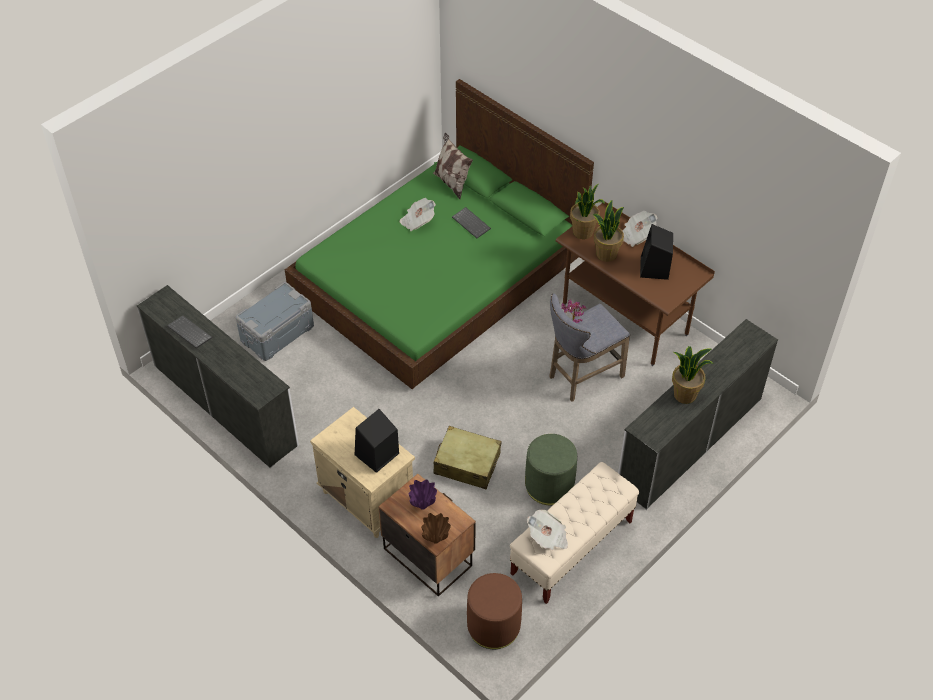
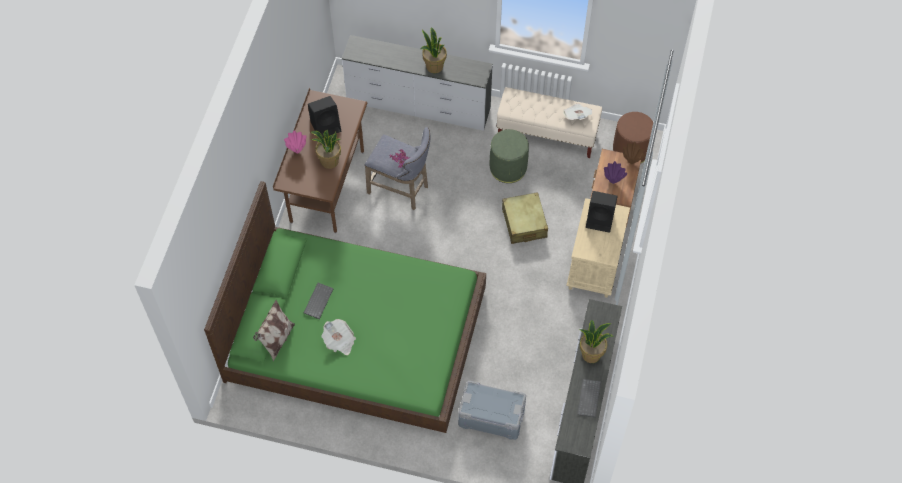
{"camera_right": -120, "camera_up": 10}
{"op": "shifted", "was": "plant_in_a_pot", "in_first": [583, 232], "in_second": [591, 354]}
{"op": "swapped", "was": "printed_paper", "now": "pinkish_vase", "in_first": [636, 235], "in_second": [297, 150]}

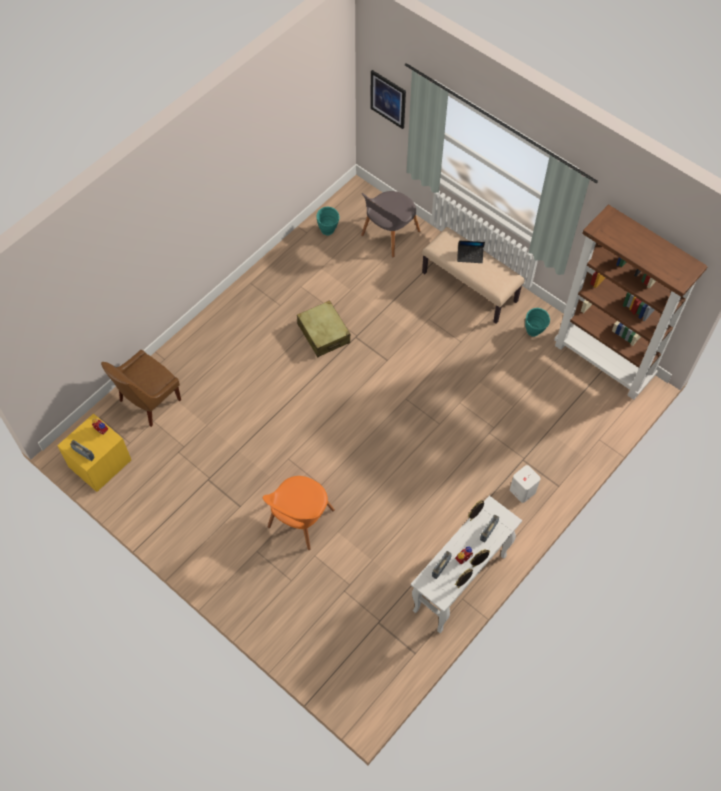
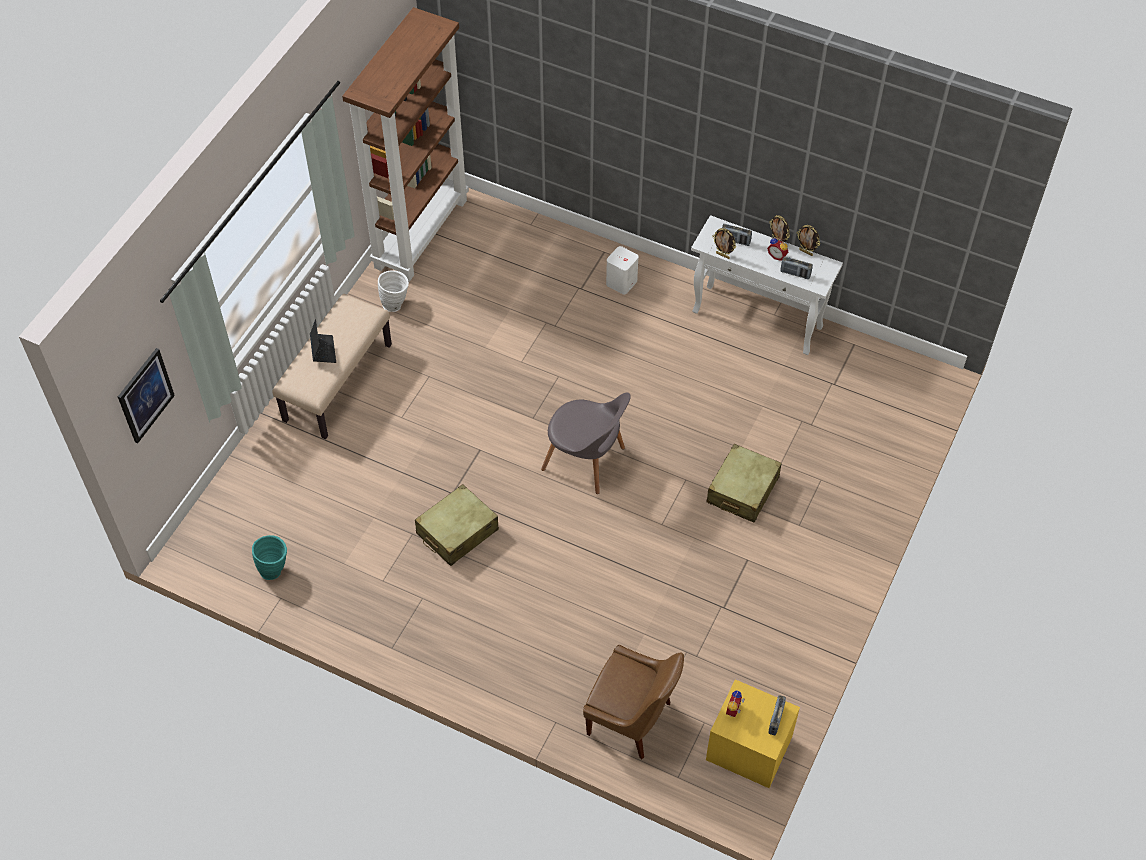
{"camera_right": -105, "camera_up": -5}
{"op": "swapped", "was": "orange-coloured_upright_chair", "now": "beige-coloured_travel_case", "in_first": [299, 521], "in_second": [742, 490]}
{"op": "shifted", "was": "grey_upright_chair", "in_first": [388, 235], "in_second": [586, 461]}
{"op": "repainted", "was": "blue-green_vase", "now": "whitish_vase", "in_first": [534, 333], "in_second": [396, 304]}

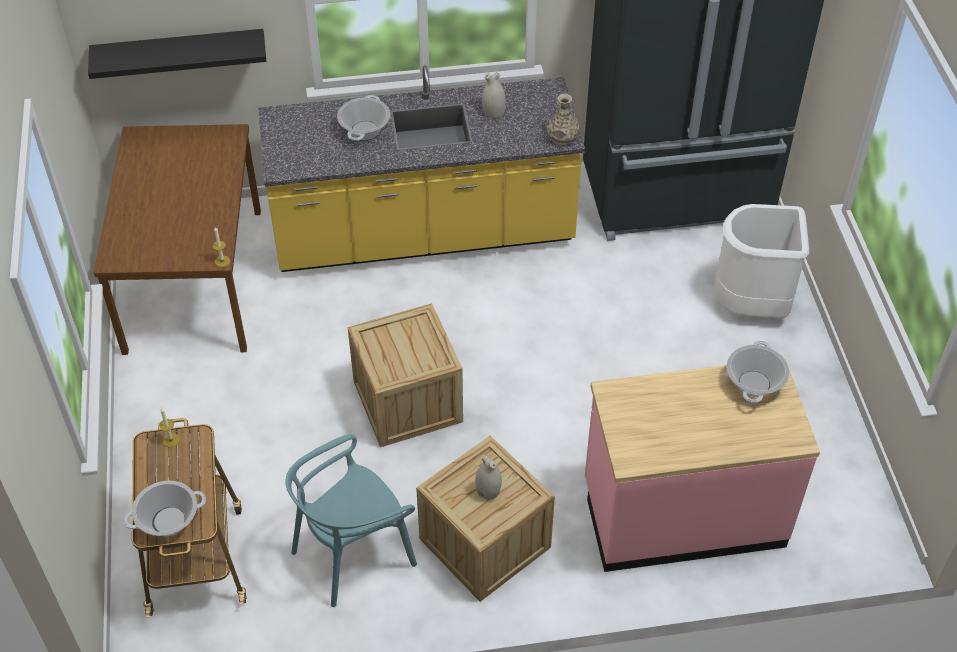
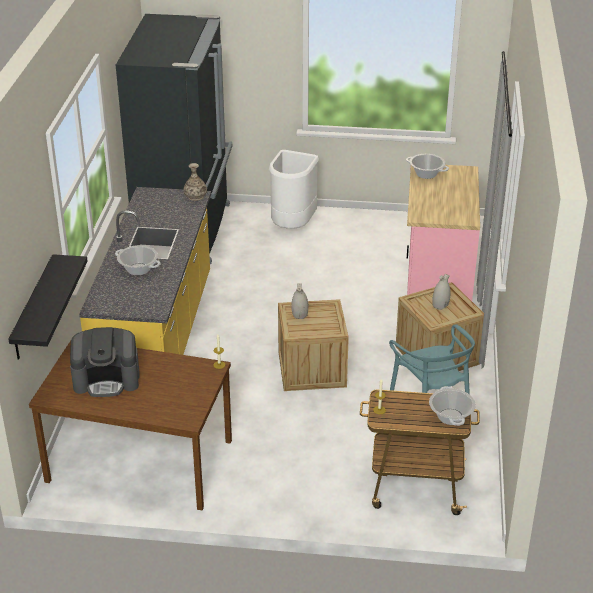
{"camera_right": -75, "camera_up": -15}
{"op": "shifted", "was": "whitish_vase", "in_first": [493, 112], "in_second": [299, 315]}
{"op": "new", "now": "coffee_maker", "in_second": [107, 379]}

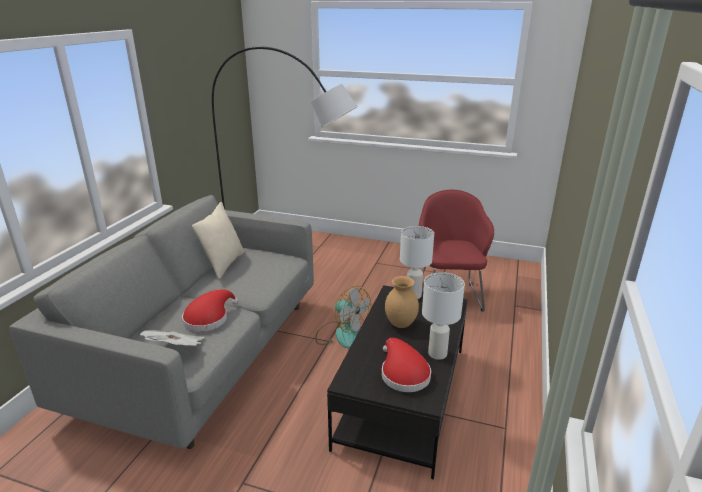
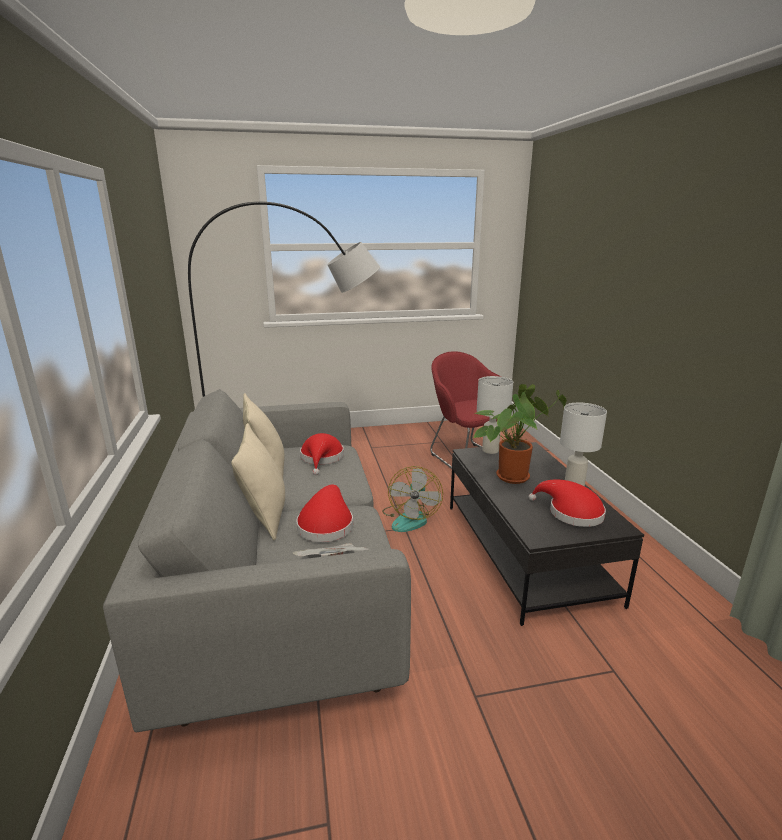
{"camera_right": -30, "camera_up": -5}
{"op": "rotated", "was": "cooling_fan", "in_first": [341, 334], "in_second": [410, 518], "clockwise": 90}
{"op": "swapped", "was": "brown-coloured_vase", "now": "plant_in_a_pot", "in_first": [401, 324], "in_second": [513, 475]}
{"op": "new", "now": "beige-coloured_cushion", "in_second": [265, 516]}
{"op": "new", "now": "red_clothing_hat", "in_second": [322, 458]}

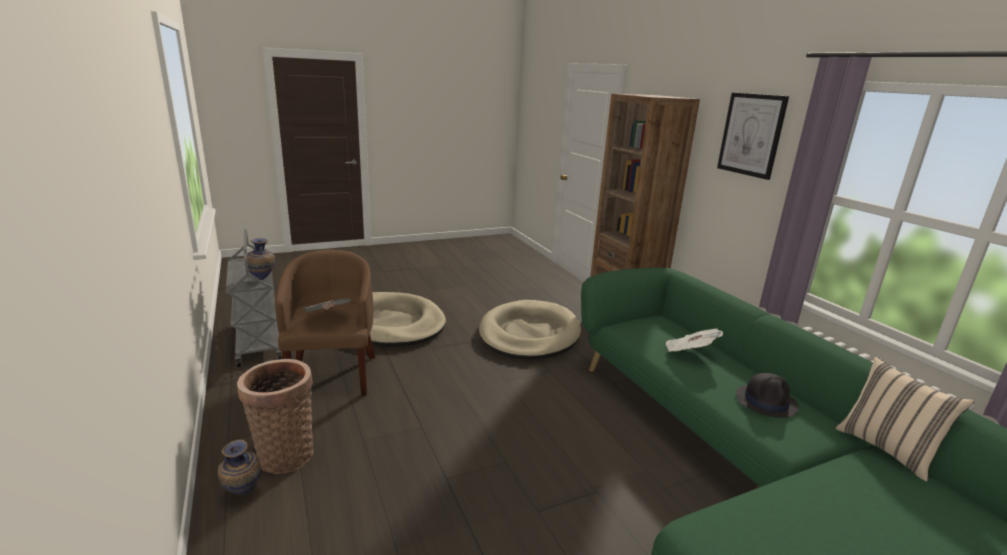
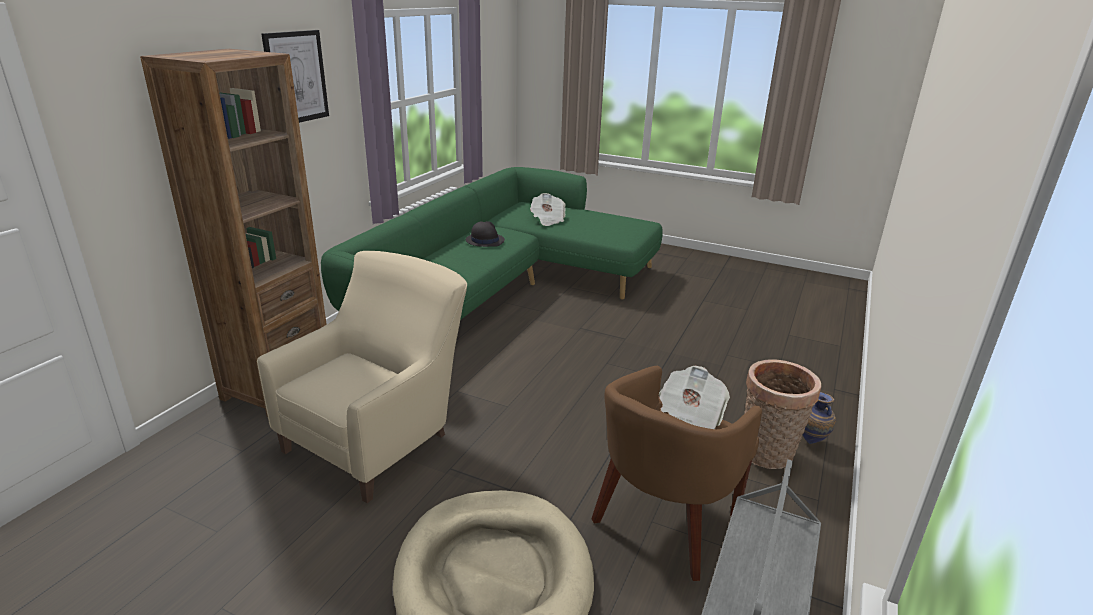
{"camera_right": -130, "camera_up": 5}
{"op": "gone", "was": "vase", "in_first": [263, 280]}
{"op": "swapped", "was": "beige-coloured_pet_bed", "now": "beige-coloured_easy_chair", "in_first": [529, 334], "in_second": [380, 437]}
{"op": "shifted", "was": "printed_paper", "in_first": [689, 352], "in_second": [547, 219]}
{"op": "gone", "was": "beige-coloured_cushion", "in_first": [887, 449]}

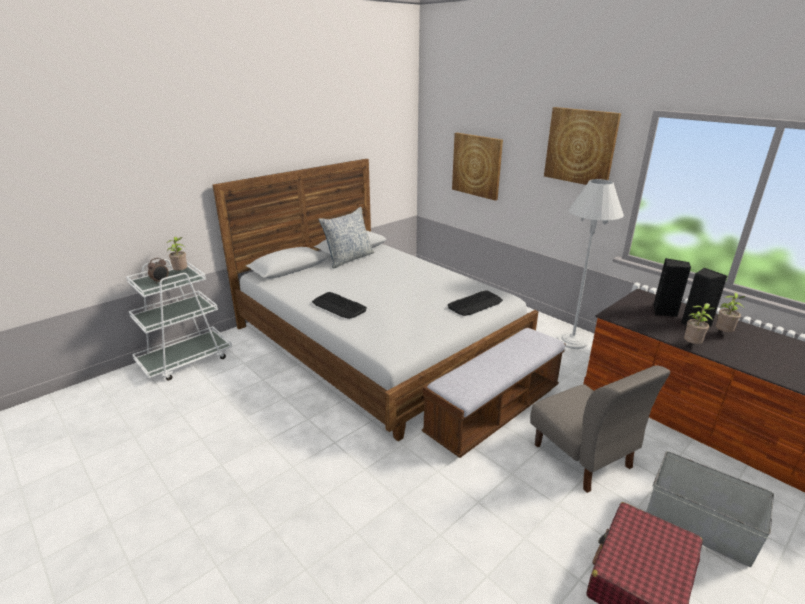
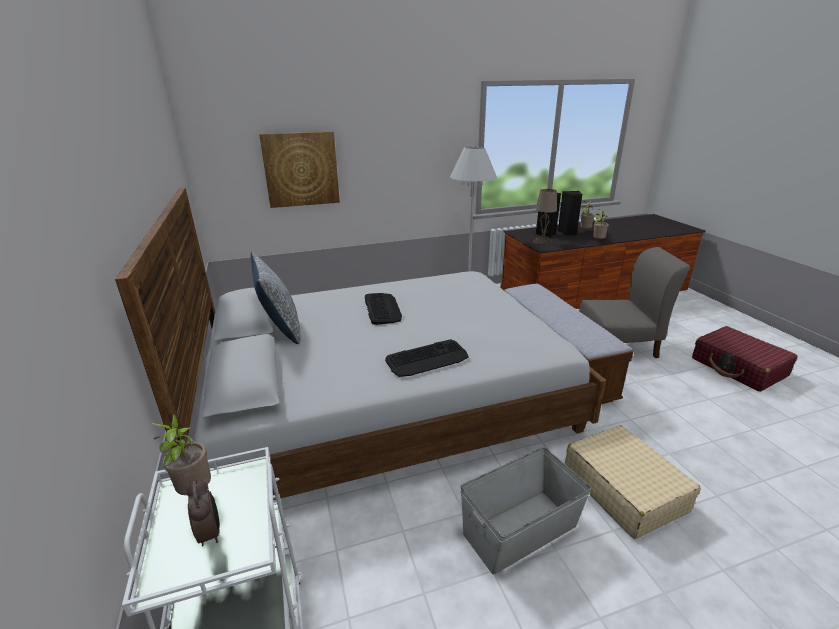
{"camera_right": -65, "camera_up": 0}
{"op": "shifted", "was": "PC_keyboard", "in_first": [475, 304], "in_second": [382, 308]}
{"op": "gone", "was": "wall_picture", "in_first": [580, 146]}
{"op": "shifted", "was": "grey_storage_bin", "in_first": [699, 526], "in_second": [521, 530]}
{"op": "new", "now": "beige-coloured_lamp_for_a_table", "in_second": [543, 241]}
{"op": "new", "now": "beige-coloured_travel_case", "in_second": [623, 489]}

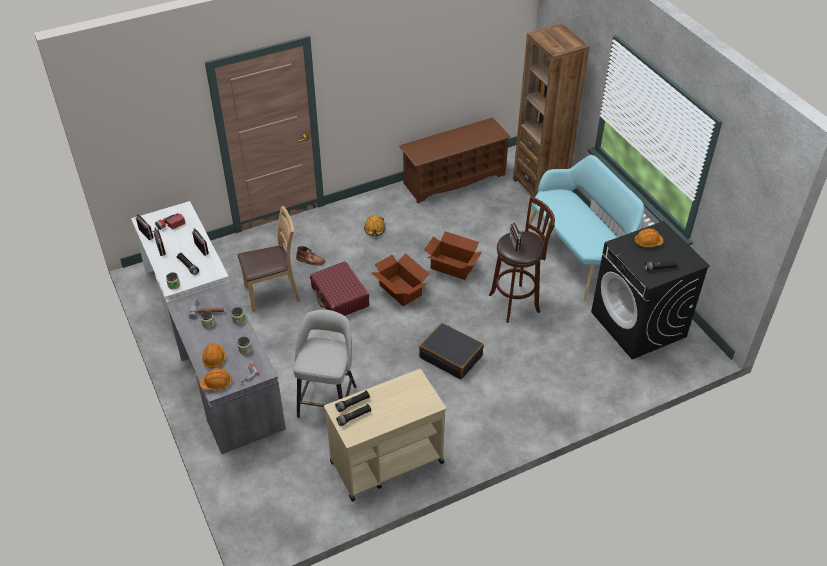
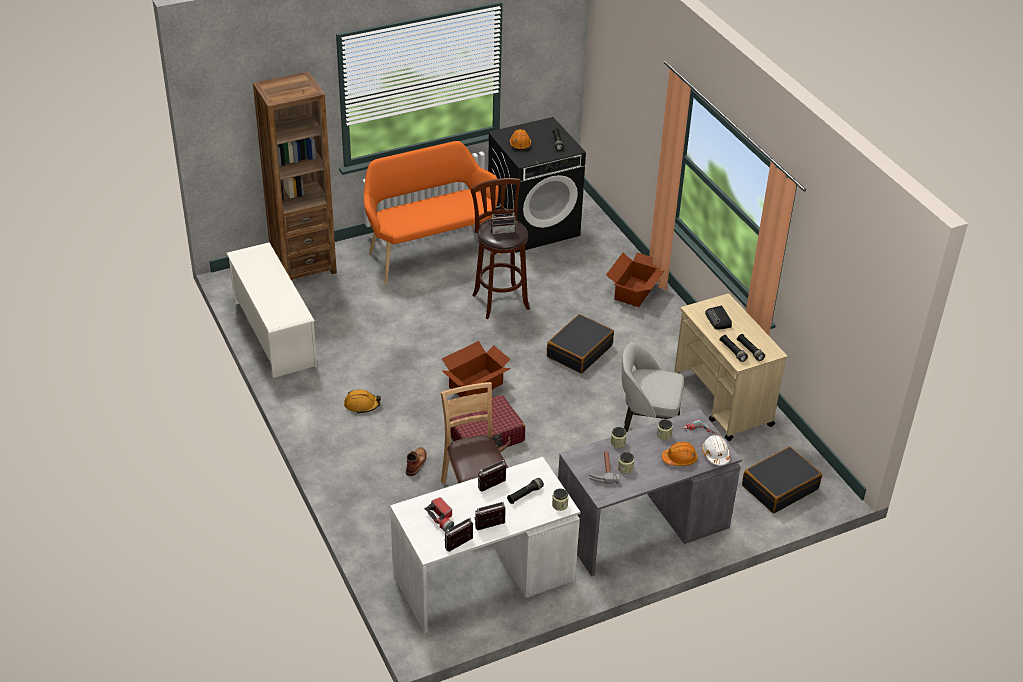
{"camera_right": -90, "camera_up": -5}
{"op": "repainted", "was": "orange-coloured_work_helmet", "now": "whitish_work_helmet", "in_first": [216, 383], "in_second": [715, 454]}
{"op": "repainted", "was": "brown-coloured_shoe_shelf", "now": "whitish_shoe_shelf", "in_first": [454, 179], "in_second": [274, 333]}
{"op": "shifted", "was": "carton", "in_first": [452, 266], "in_second": [634, 292]}
{"op": "repainted", "was": "blue-green_long_seat", "now": "orange-coloured_long_seat", "in_first": [578, 256], "in_second": [430, 252]}
{"op": "new", "now": "radio_receiver", "in_second": [718, 320]}
{"op": "new", "now": "black_travel_case", "in_second": [779, 487]}

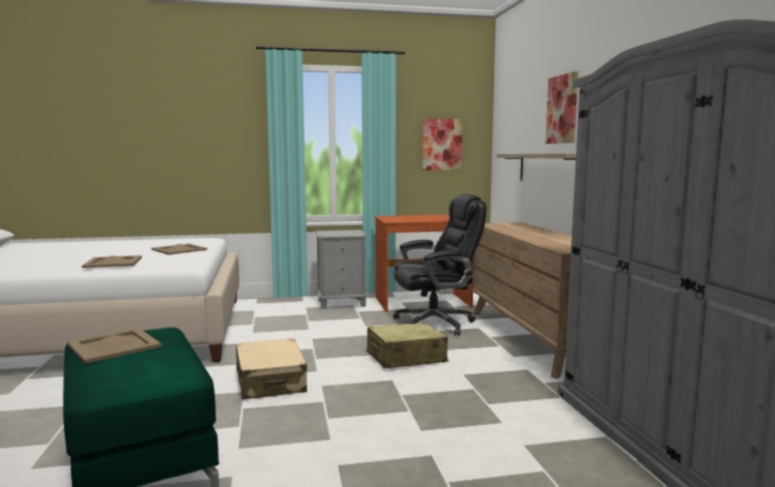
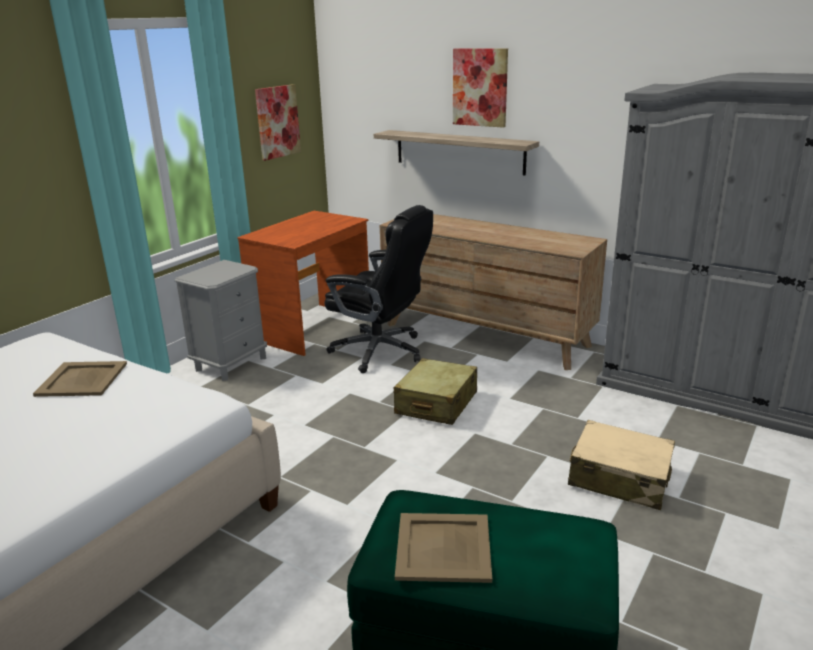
{"camera_right": -45, "camera_up": 15}
{"op": "gone", "was": "beige-coloured_serving_tray", "in_first": [112, 262]}
{"op": "shifted", "was": "beige-coloured_travel_case", "in_first": [270, 381], "in_second": [619, 478]}
{"op": "rotated", "was": "black_computer_chair", "in_first": [436, 323], "in_second": [380, 351], "clockwise": 90}

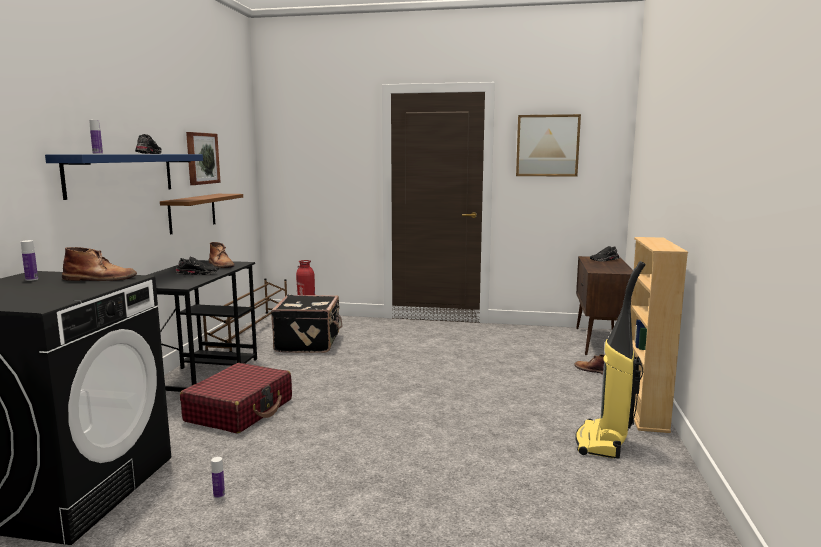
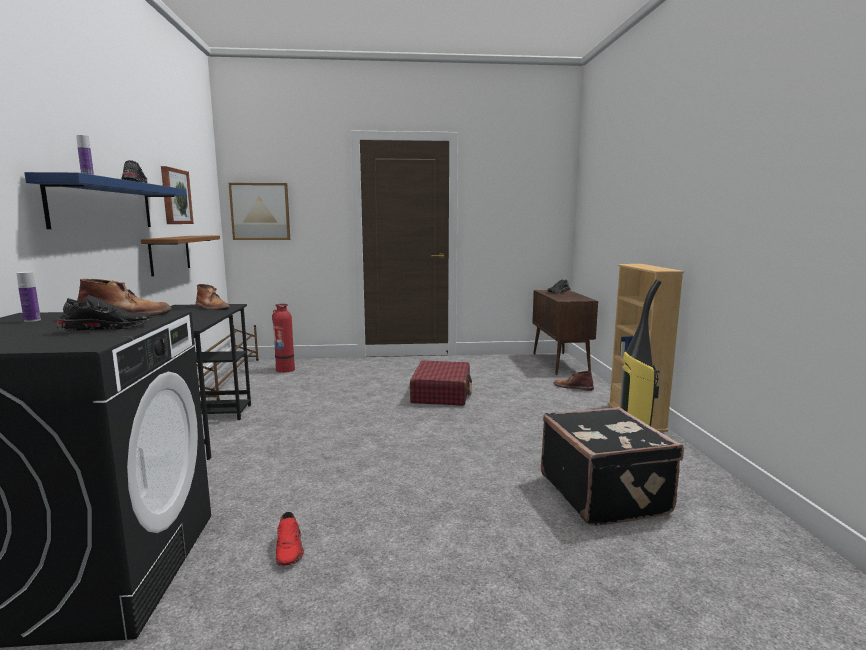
{"camera_right": -15, "camera_up": 0}
{"op": "shifted", "was": "black_shoe", "in_first": [197, 274], "in_second": [106, 328]}
{"op": "shifted", "was": "red_travel_case", "in_first": [240, 410], "in_second": [441, 393]}
{"op": "swapped", "was": "beverage_bottle", "now": "red_shoe", "in_first": [219, 495], "in_second": [290, 549]}
{"op": "shifted", "was": "black_travel_case", "in_first": [309, 343], "in_second": [604, 493]}
{"op": "shifted", "was": "wall_picture", "in_first": [547, 145], "in_second": [260, 211]}

